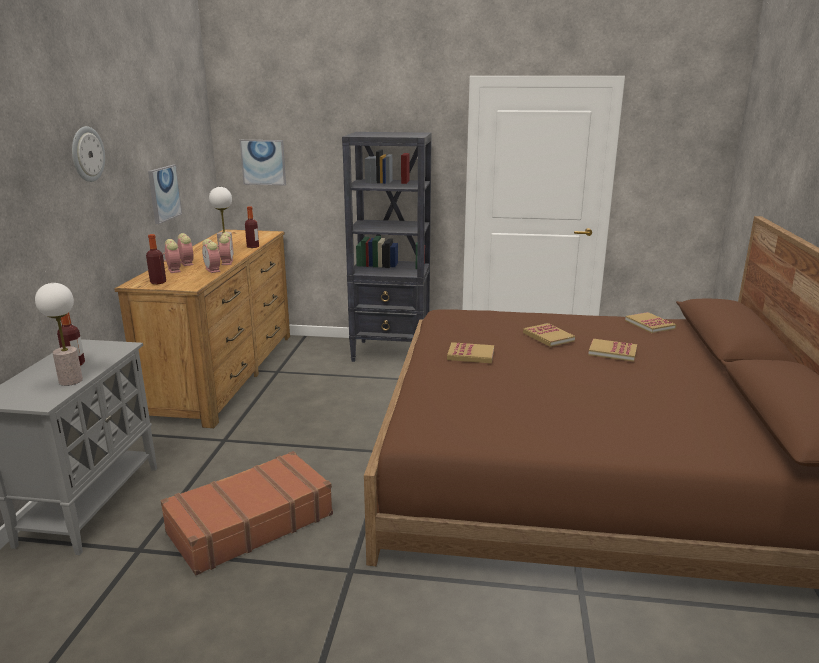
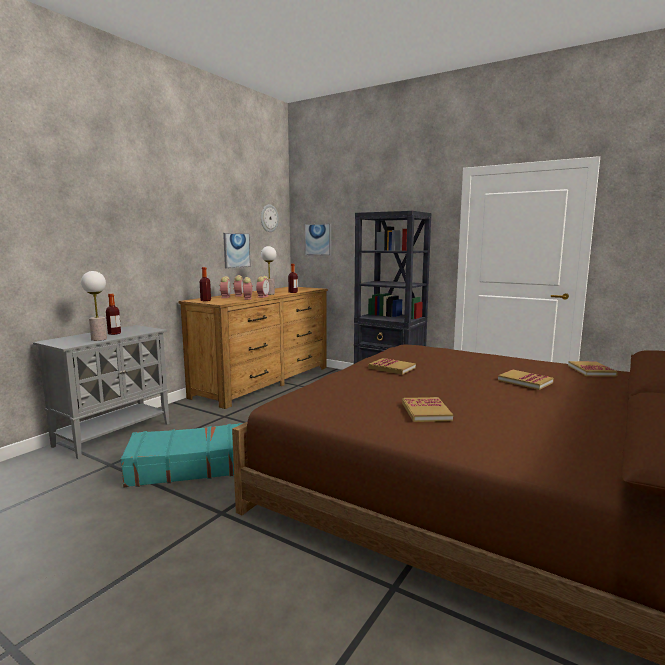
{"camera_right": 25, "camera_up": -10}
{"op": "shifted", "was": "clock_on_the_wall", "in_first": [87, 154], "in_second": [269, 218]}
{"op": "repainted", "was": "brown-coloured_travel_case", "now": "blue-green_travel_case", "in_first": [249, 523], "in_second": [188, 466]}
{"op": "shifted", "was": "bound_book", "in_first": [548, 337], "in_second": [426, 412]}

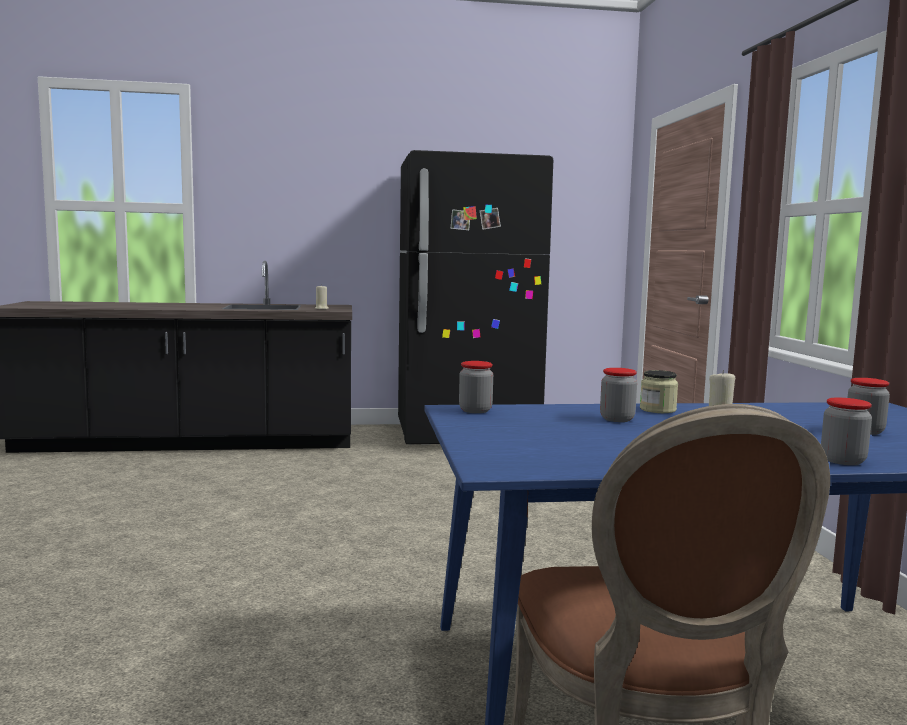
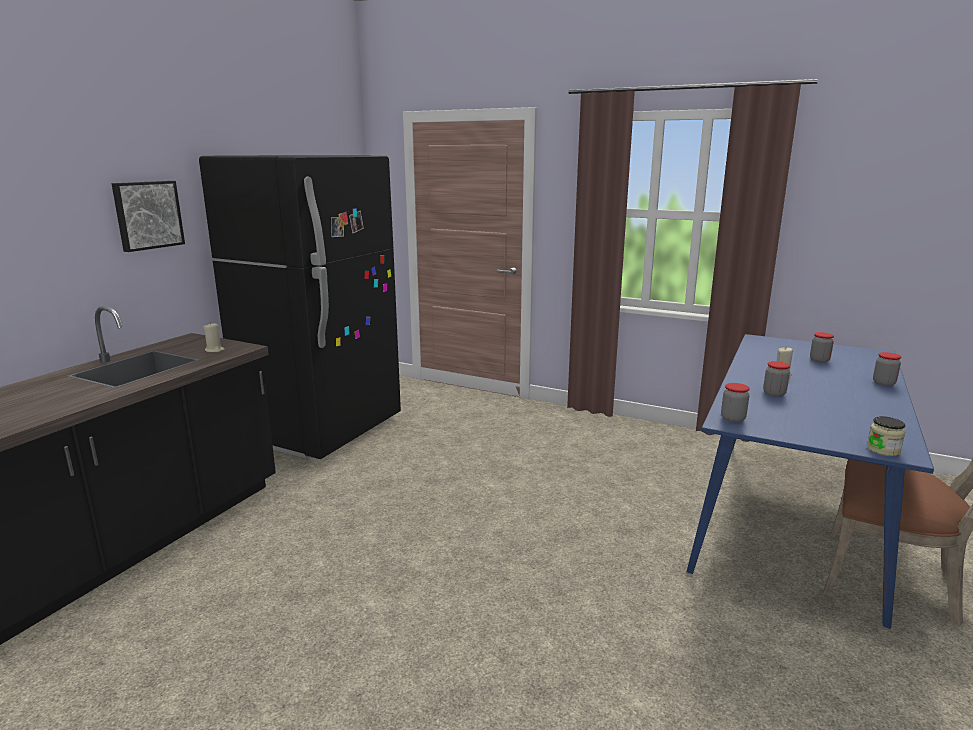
{"camera_right": -55, "camera_up": 10}
{"op": "shifted", "was": "preserve_jar", "in_first": [657, 410], "in_second": [883, 450]}
{"op": "new", "now": "wall_picture", "in_second": [147, 215]}

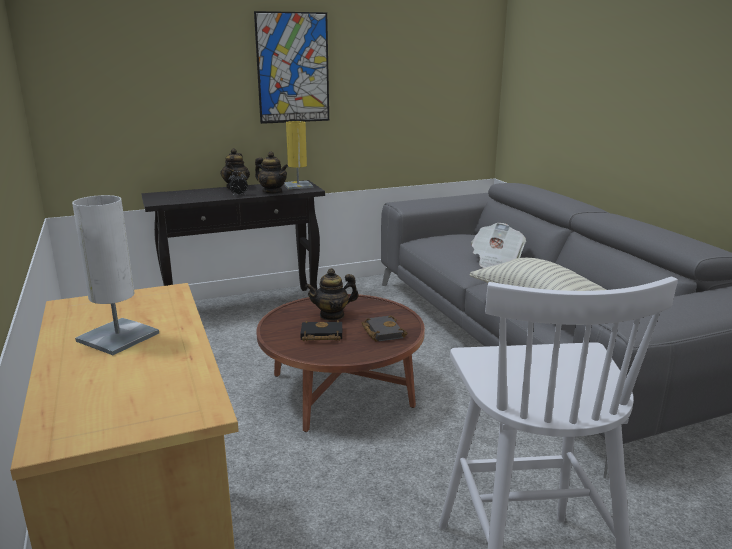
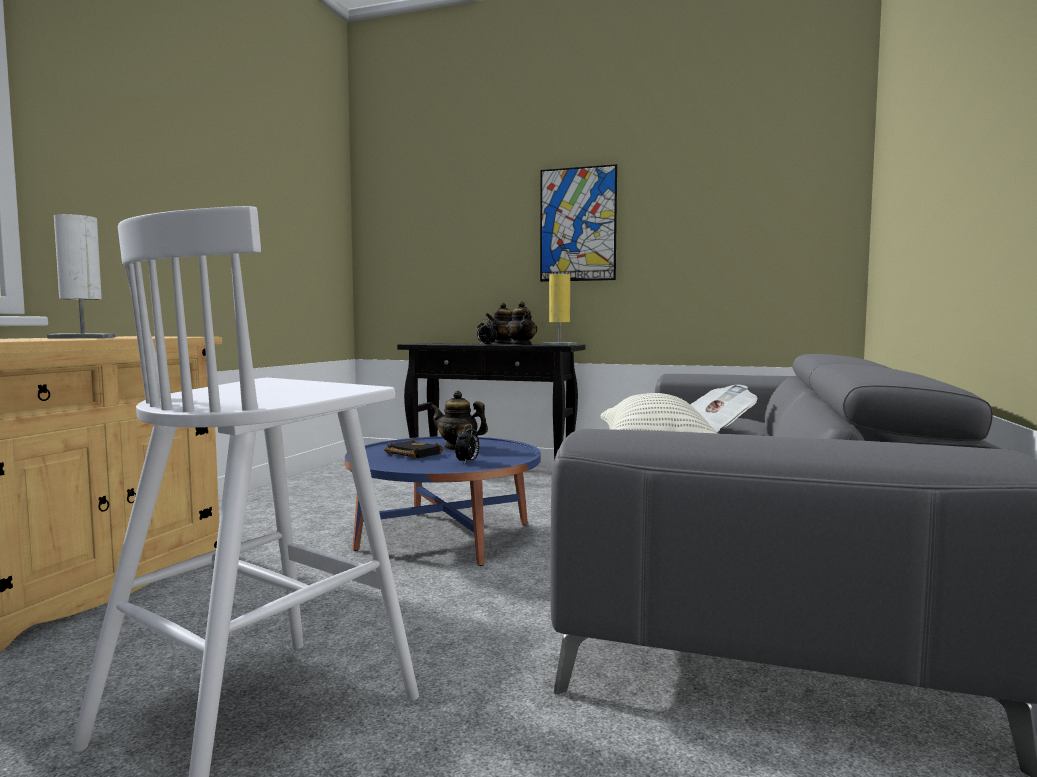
{"camera_right": 40, "camera_up": -15}
{"op": "repainted", "was": "brown-coloured_coffee_table", "now": "bluish_coffee_table", "in_first": [341, 390], "in_second": [445, 536]}
{"op": "swapped", "was": "black_bound_book", "now": "alarm_clock", "in_first": [381, 332], "in_second": [467, 462]}

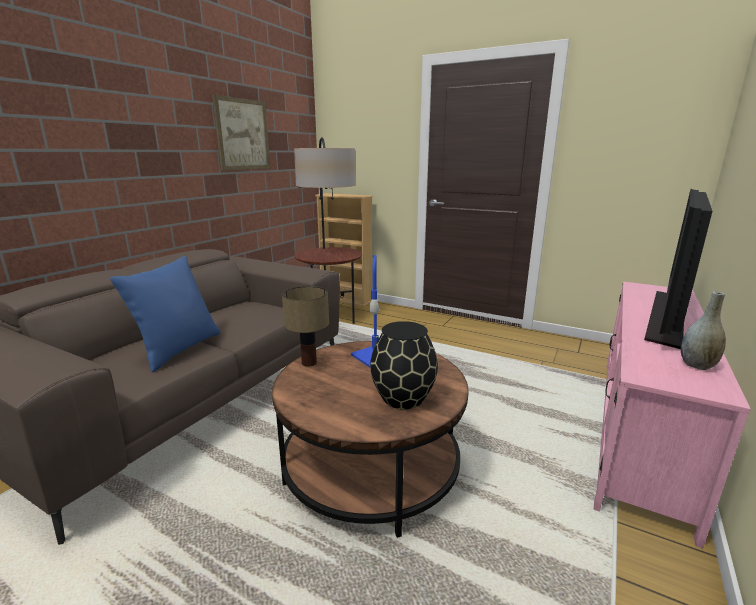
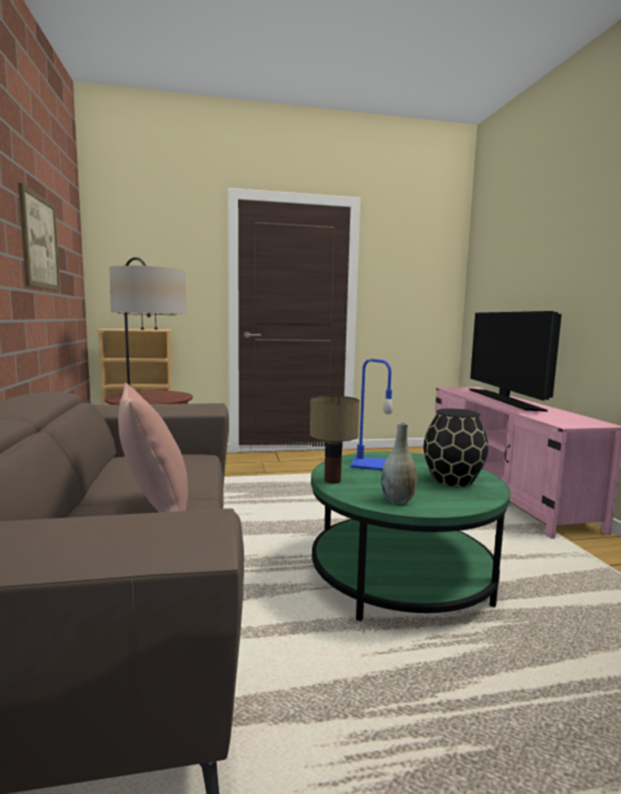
{"camera_right": -40, "camera_up": -10}
{"op": "repainted", "was": "bluish_cushion", "now": "pinkish_cushion", "in_first": [178, 350], "in_second": [155, 510]}
{"op": "repainted", "was": "brown-coloured_coffee_table", "now": "greenish_coffee_table", "in_first": [371, 467], "in_second": [401, 575]}
{"op": "shifted", "was": "grey_vase", "in_first": [697, 365], "in_second": [397, 500]}

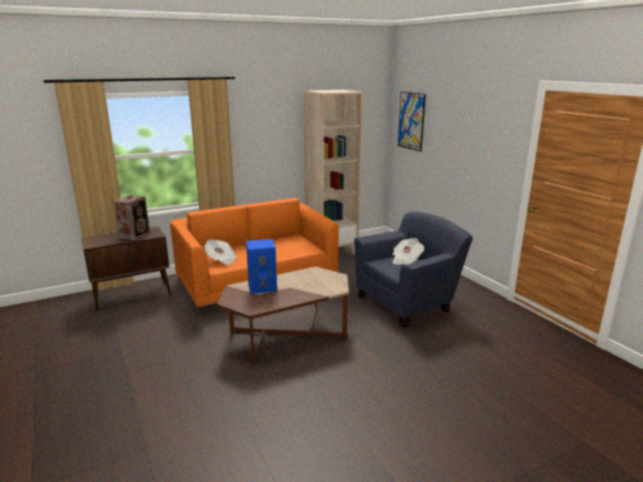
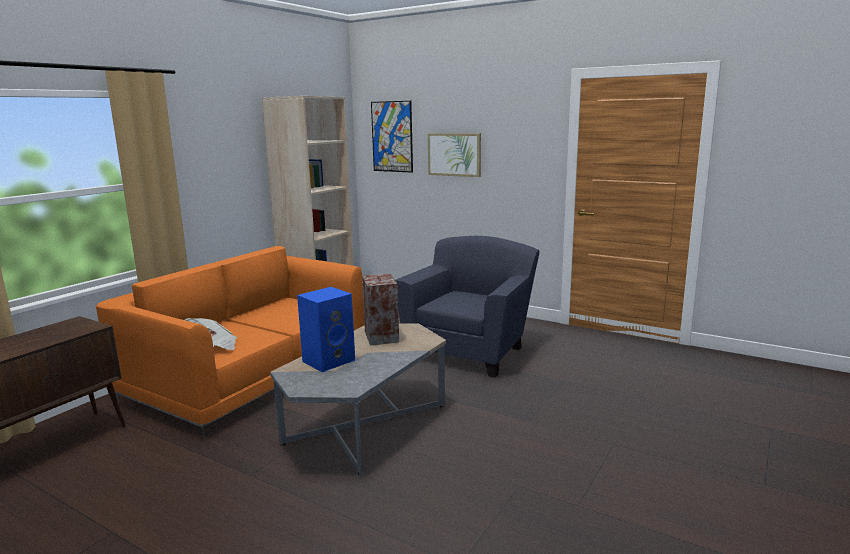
{"camera_right": -30, "camera_up": -5}
{"op": "shifted", "was": "loudspeaker", "in_first": [135, 234], "in_second": [382, 336]}
{"op": "repainted", "was": "brown-coloured_coffee_table", "now": "grey_coffee_table", "in_first": [287, 334], "in_second": [366, 424]}
{"op": "gone", "was": "printed_paper", "in_first": [406, 260]}
{"op": "new", "now": "wall_picture", "in_second": [454, 154]}

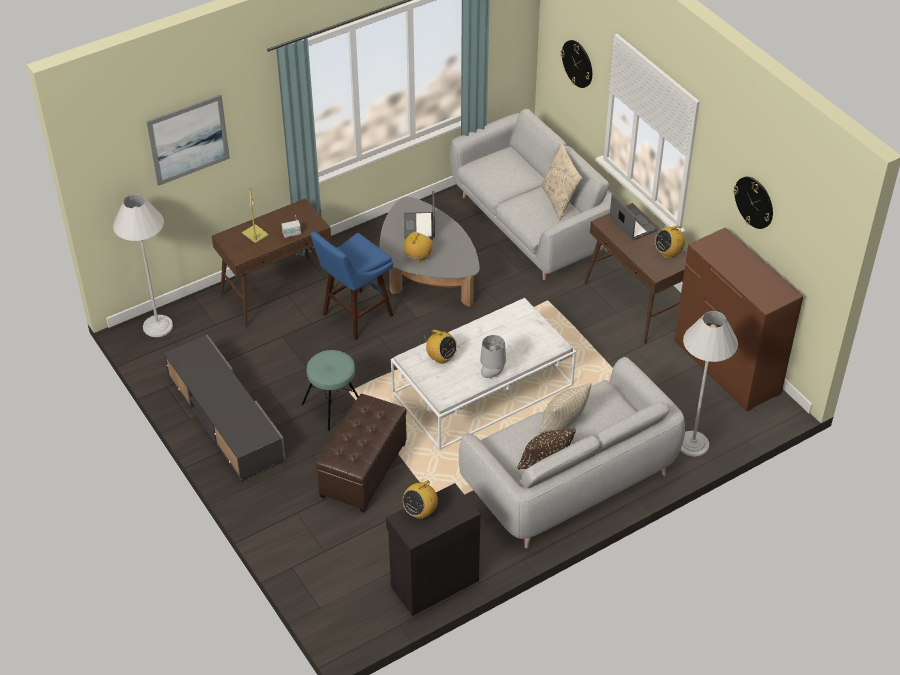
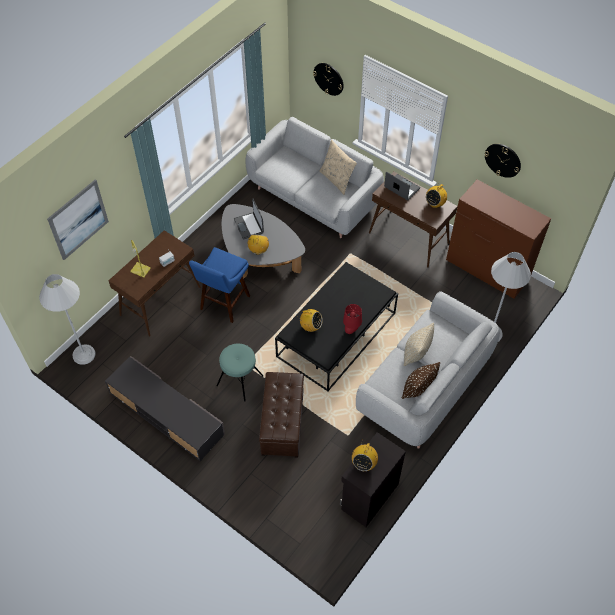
{"camera_right": -20, "camera_up": 10}
{"op": "repainted", "was": "whitish_coffee_table", "now": "black_coffee_table", "in_first": [482, 389], "in_second": [336, 335]}
{"op": "repainted", "was": "grey_lamp_for_a_table", "now": "red_lamp_for_a_table", "in_first": [492, 375], "in_second": [351, 329]}

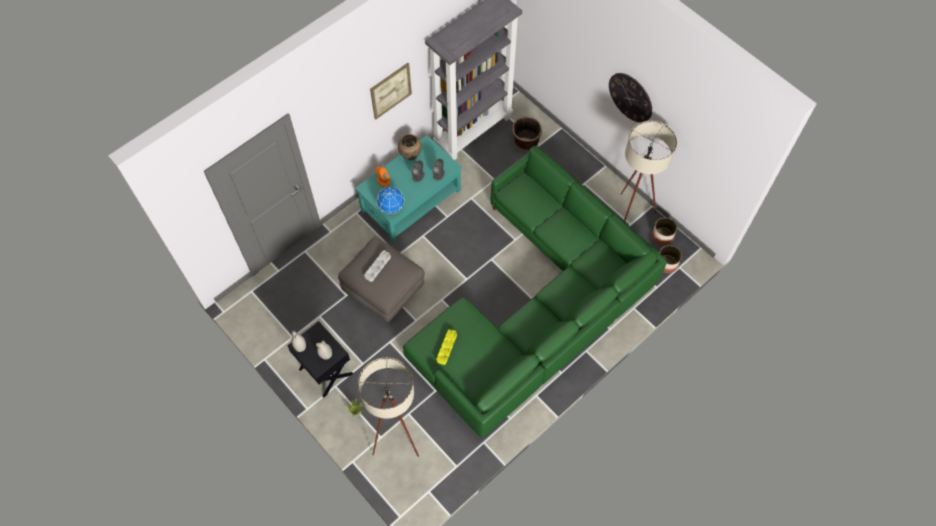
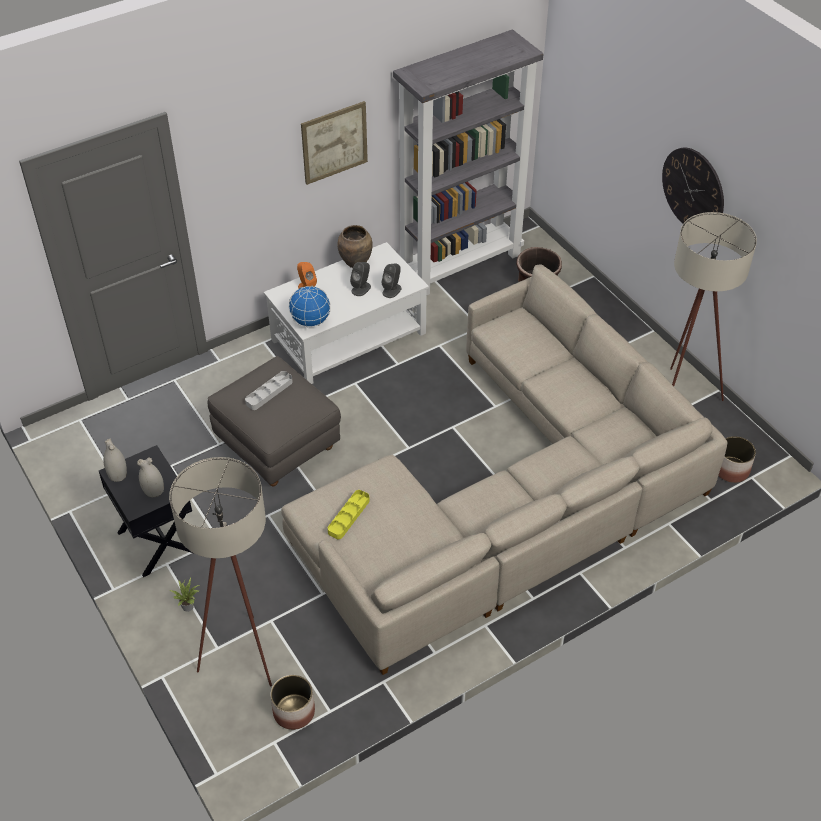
{"camera_right": 10, "camera_up": -15}
{"op": "repainted", "was": "blue-green_coffee_table", "now": "whitish_coffee_table", "in_first": [410, 200], "in_second": [347, 336]}
{"op": "repainted", "was": "greenish_settee", "now": "beige-coloured_settee", "in_first": [536, 305], "in_second": [511, 498]}
{"op": "shifted", "was": "flower_pot", "in_first": [662, 236], "in_second": [294, 711]}

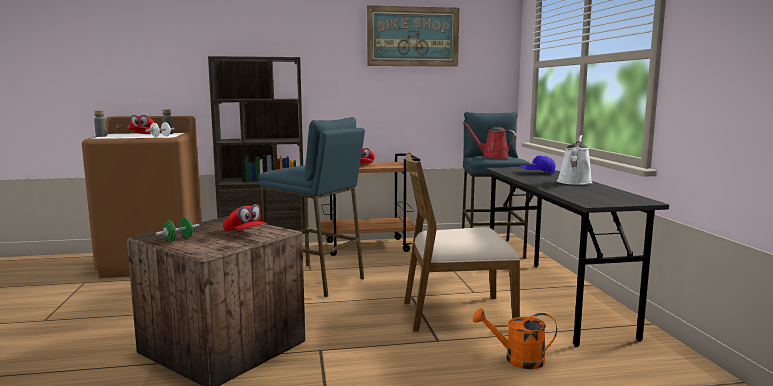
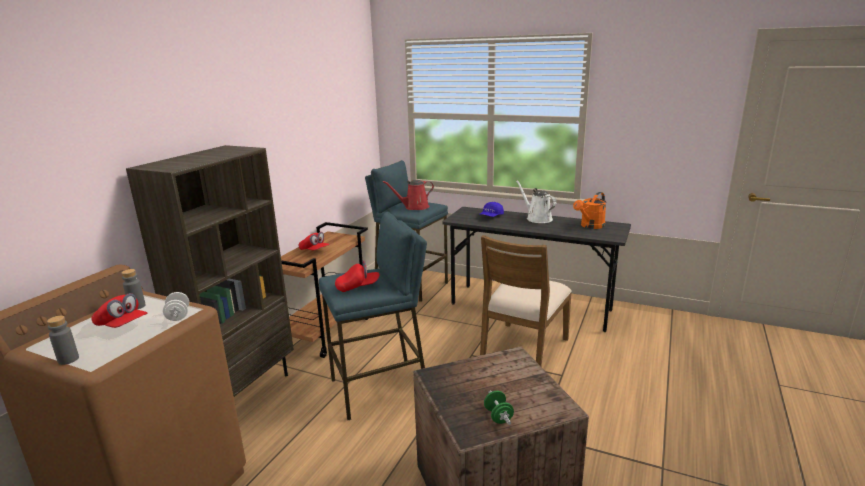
{"camera_right": -55, "camera_up": 10}
{"op": "shifted", "was": "red_cap", "in_first": [245, 233], "in_second": [358, 287]}
{"op": "gone", "was": "wall_picture", "in_first": [413, 36]}
{"op": "shifted", "was": "orange-coloured_sprinkling_can", "in_first": [517, 359], "in_second": [590, 226]}

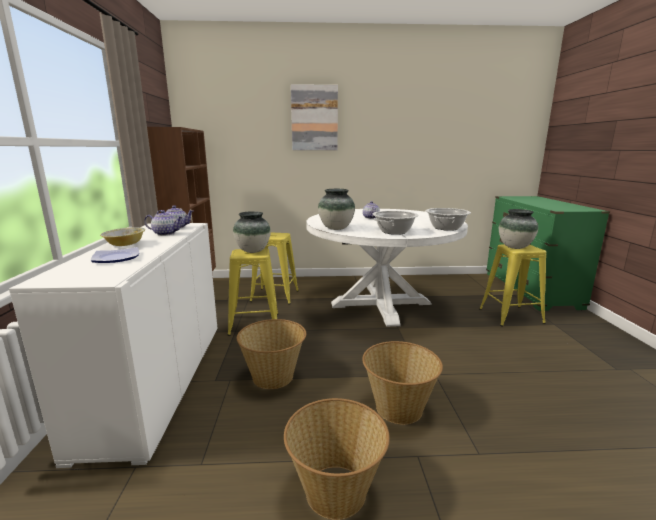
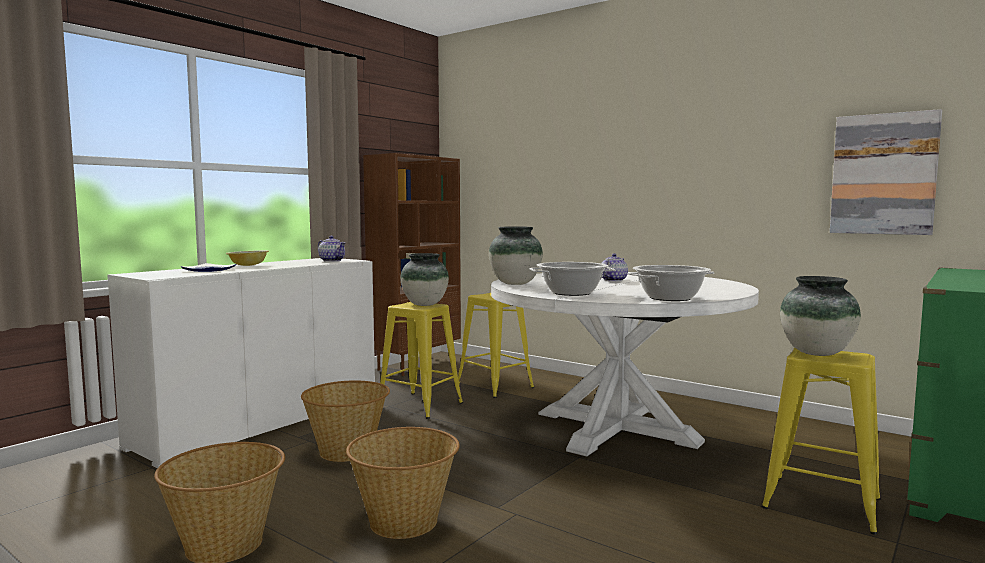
{"camera_right": 40, "camera_up": -10}
{"op": "gone", "was": "teapot", "in_first": [165, 233]}
{"op": "shifted", "was": "wall_picture", "in_first": [314, 118], "in_second": [883, 174]}

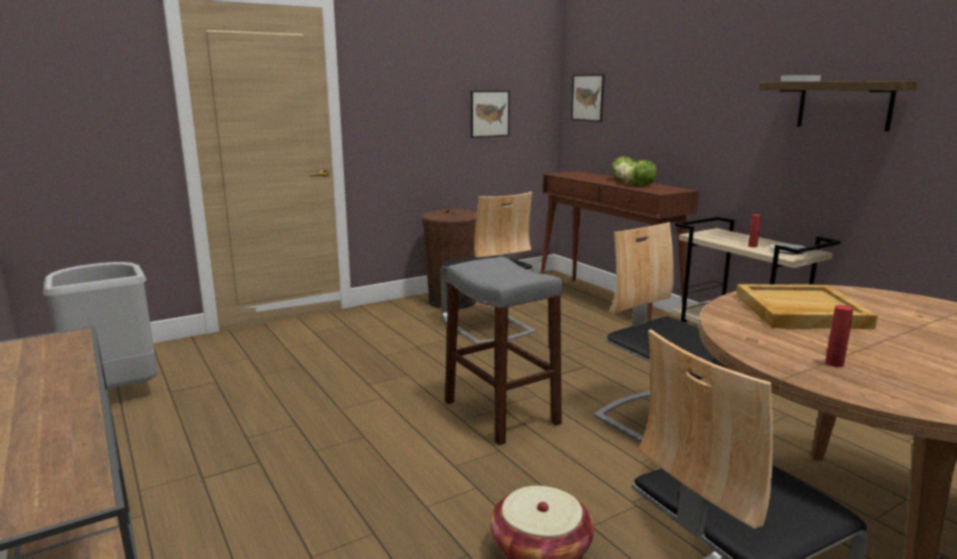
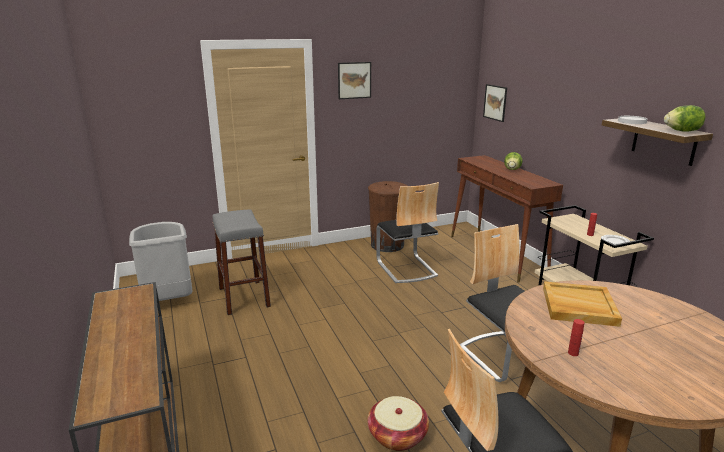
{"camera_right": 10, "camera_up": 5}
{"op": "shifted", "was": "grey_sitting_stool", "in_first": [501, 412], "in_second": [244, 297]}
{"op": "shifted", "was": "wall_picture", "in_first": [489, 113], "in_second": [354, 80]}
{"op": "shifted", "was": "head_of_lettuce", "in_first": [639, 185], "in_second": [682, 131]}

